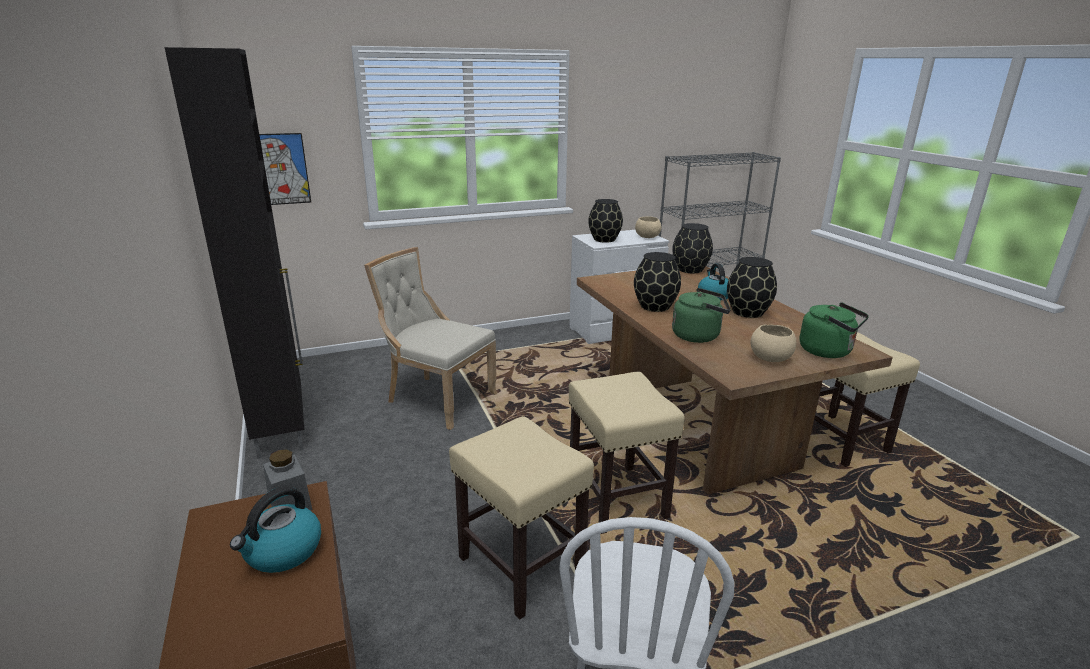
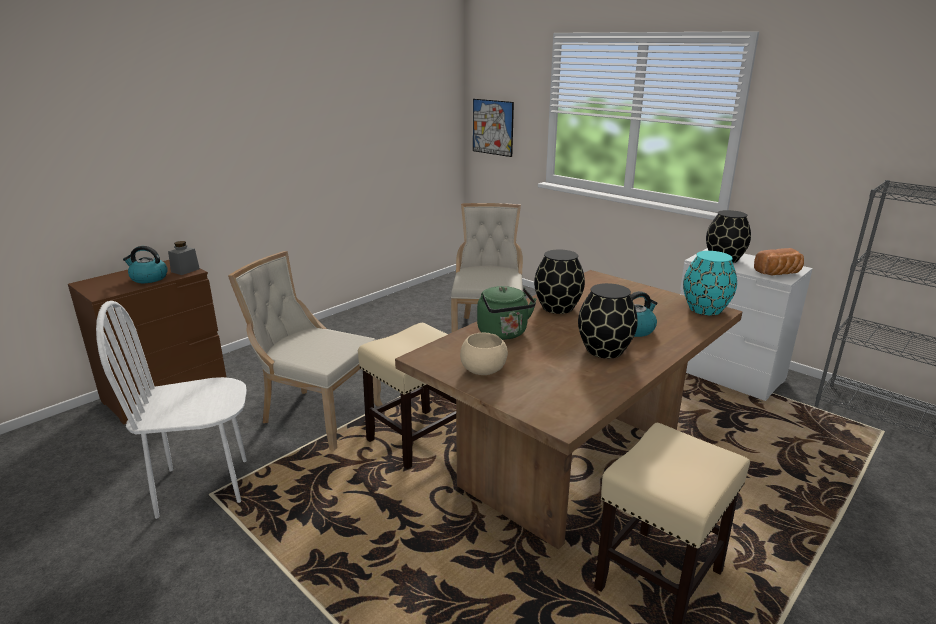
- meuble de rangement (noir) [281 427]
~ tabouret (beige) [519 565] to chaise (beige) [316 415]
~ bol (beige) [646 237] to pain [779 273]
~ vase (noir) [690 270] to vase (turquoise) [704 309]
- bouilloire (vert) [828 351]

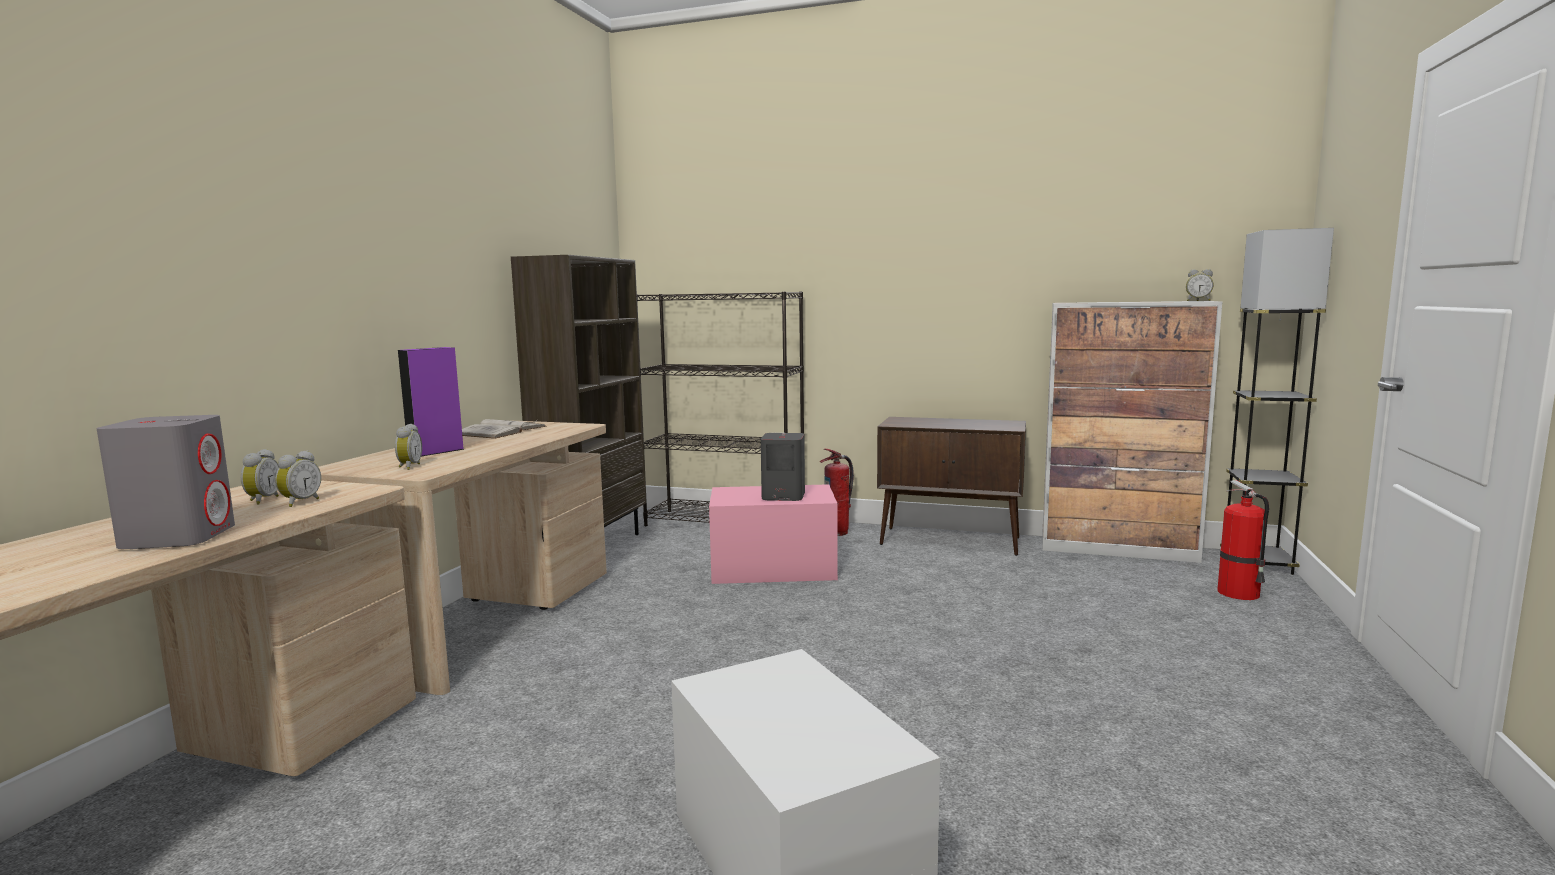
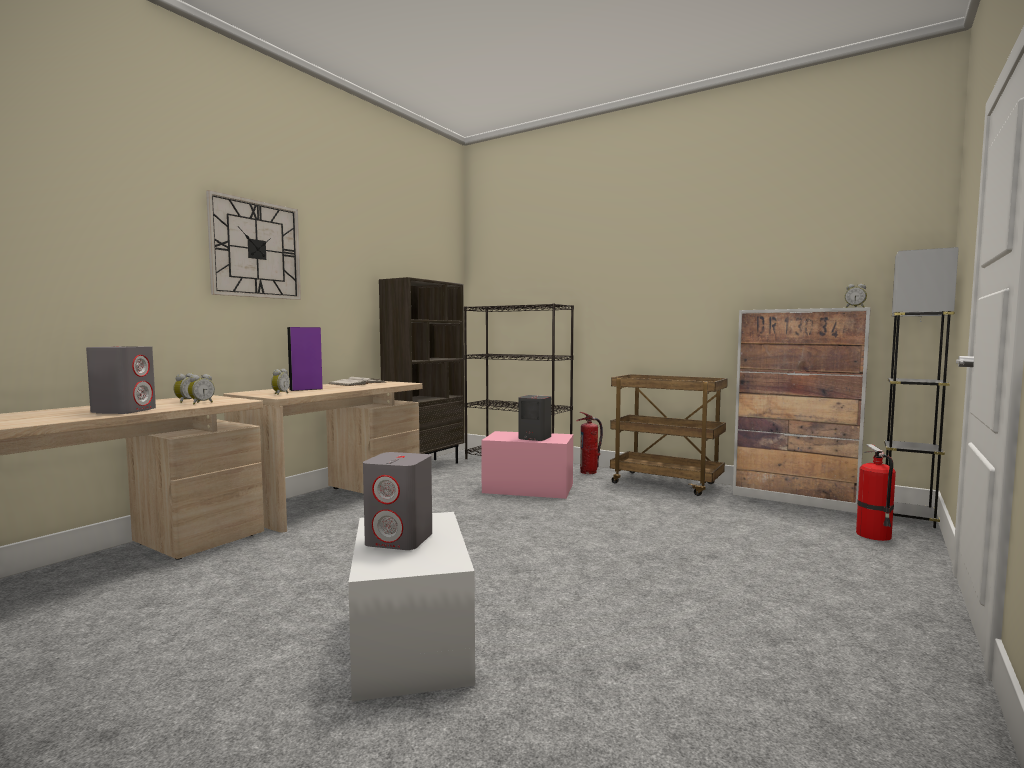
~ meuble de rangement (marron) [951 541] to chariot (marron) [667 483]
+ horloge murale [255 249]
+ enceinte (gris) [400 540]

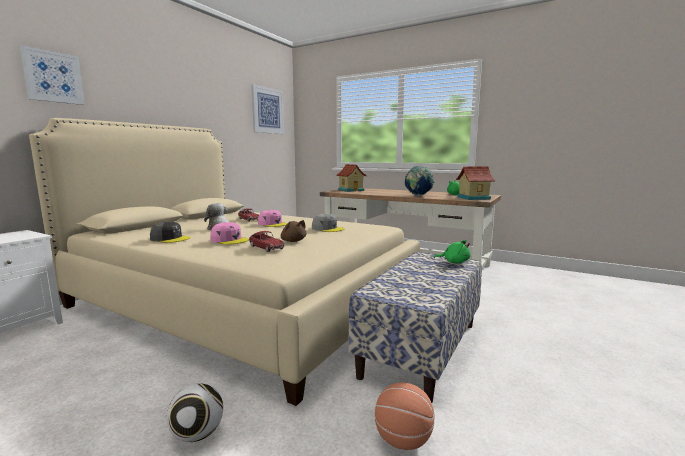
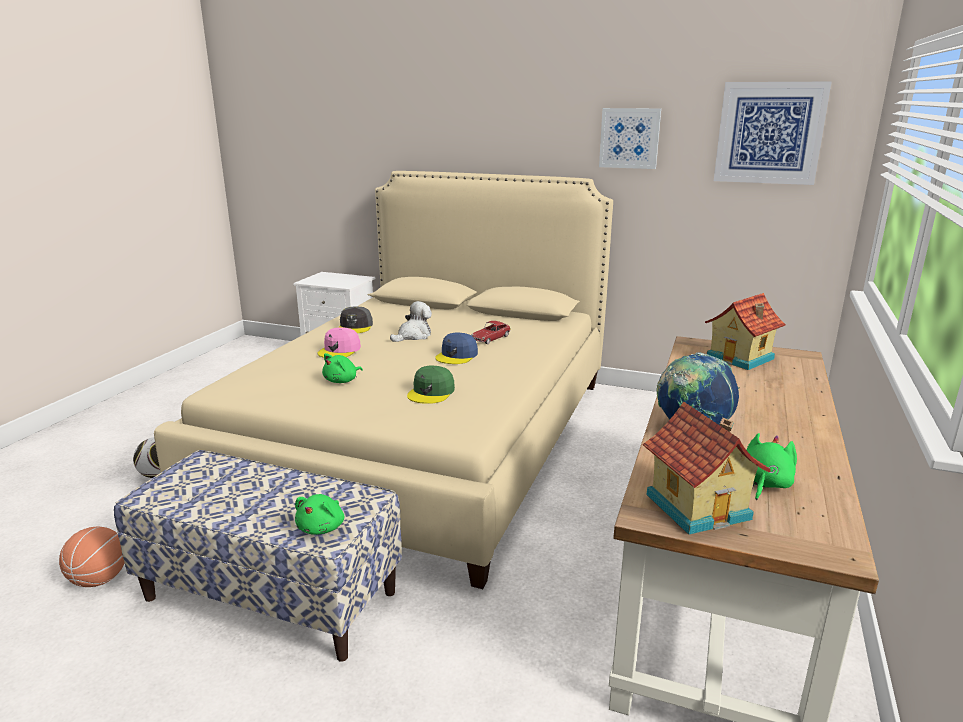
~ tableau [53 77] to [629 138]
- petite voiture [266 247]
~ casquette (rose) [272 224] to casquette (bleu) [457 355]
~ peluche (marron) [293 241] to peluche (vert) [342 381]
~ casquette (gris) [327 229] to casquette (vert) [431 392]

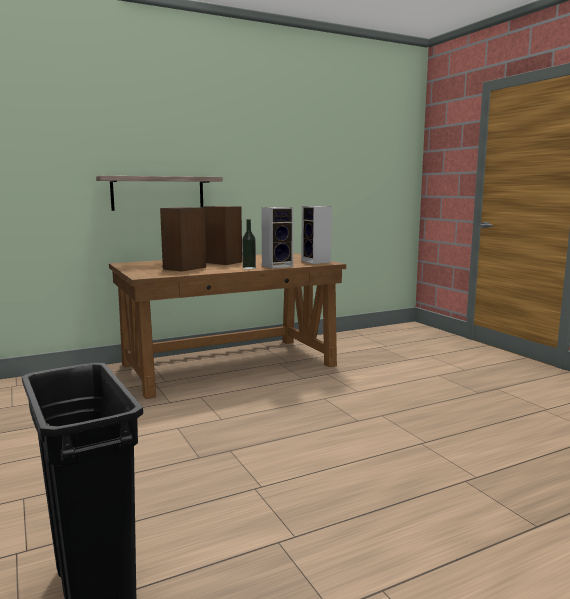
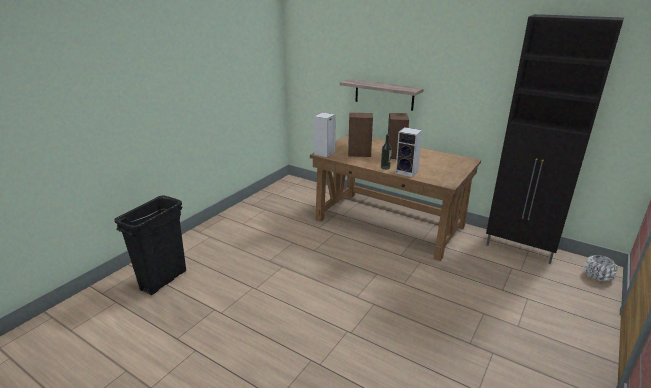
~ enceinte [317 262] to [324 153]
+ meuble de rangement (noir) [520 249]
+ cache-pot (blanc) [597 276]

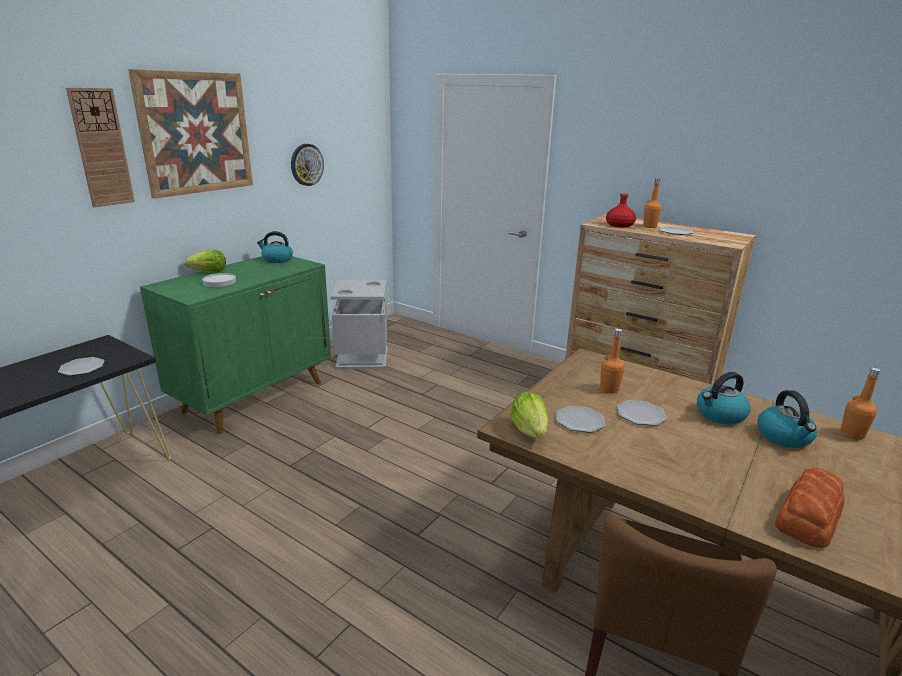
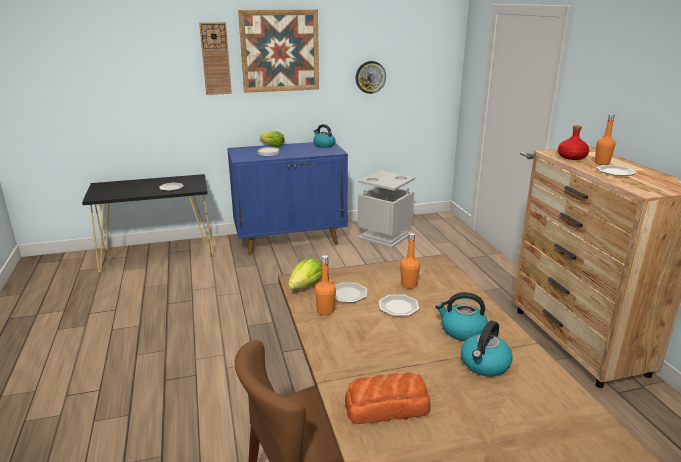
~ meuble de rangement (vert) [255 396] to meuble de rangement (bleu) [291 240]
~ bouteille (orange) [852 434] to [325 311]

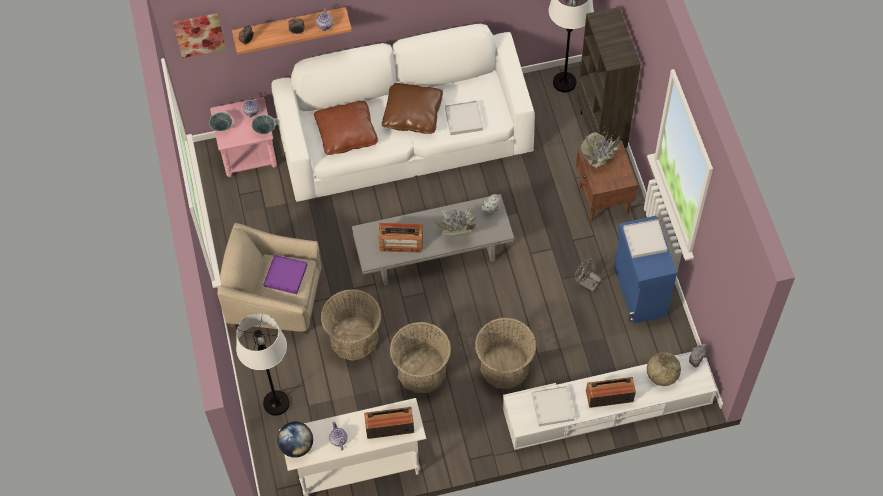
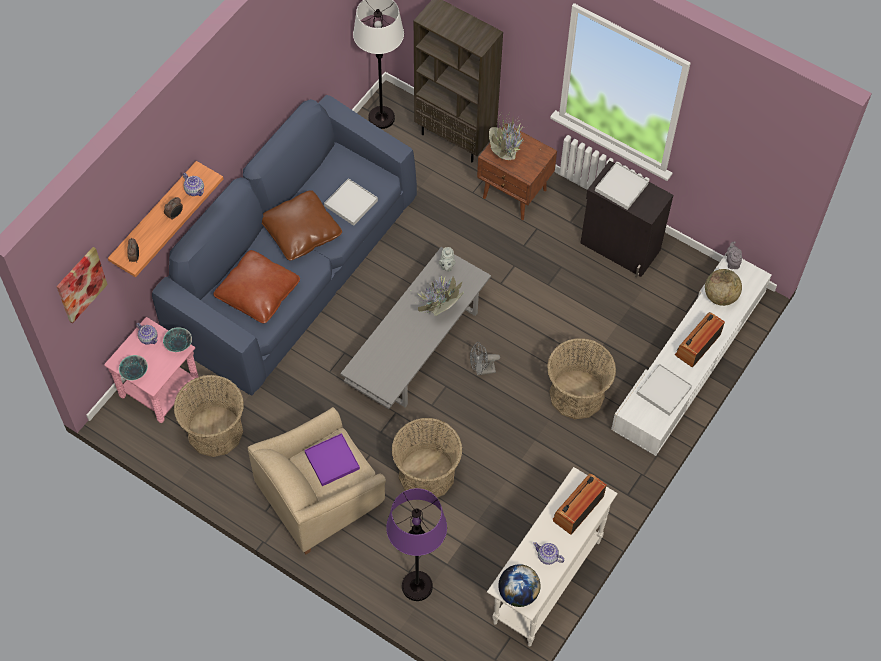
~ lampadaire (blanc) [276 403] to lampadaire (violet) [416 586]
~ canapé (blanc) [405 140] to canapé (bleu) [293 268]
- radio [401 243]
~ panier [421 371] to [215 431]
~ ventilateur (gris) [585 283] to [482 370]
~ meuble de rangement (bleu) [639 292] to meuble de rangement (noir) [620 248]

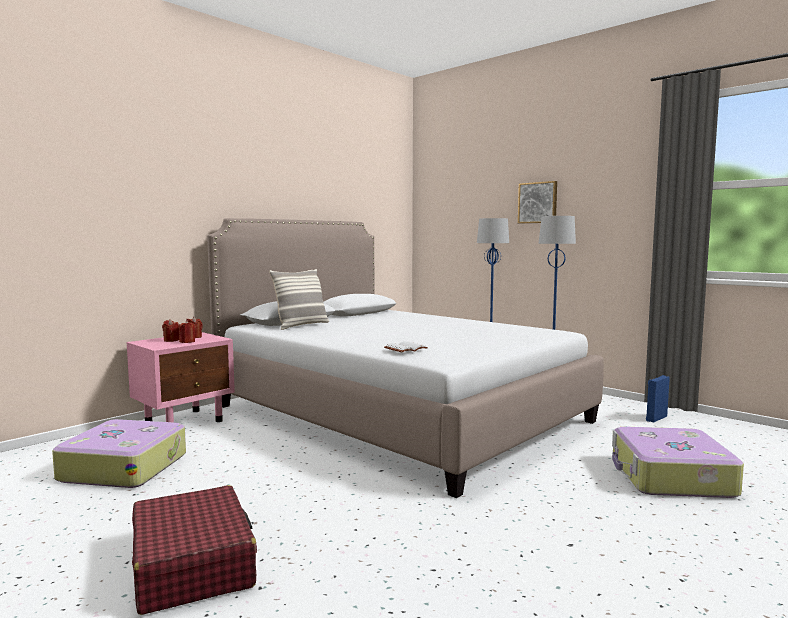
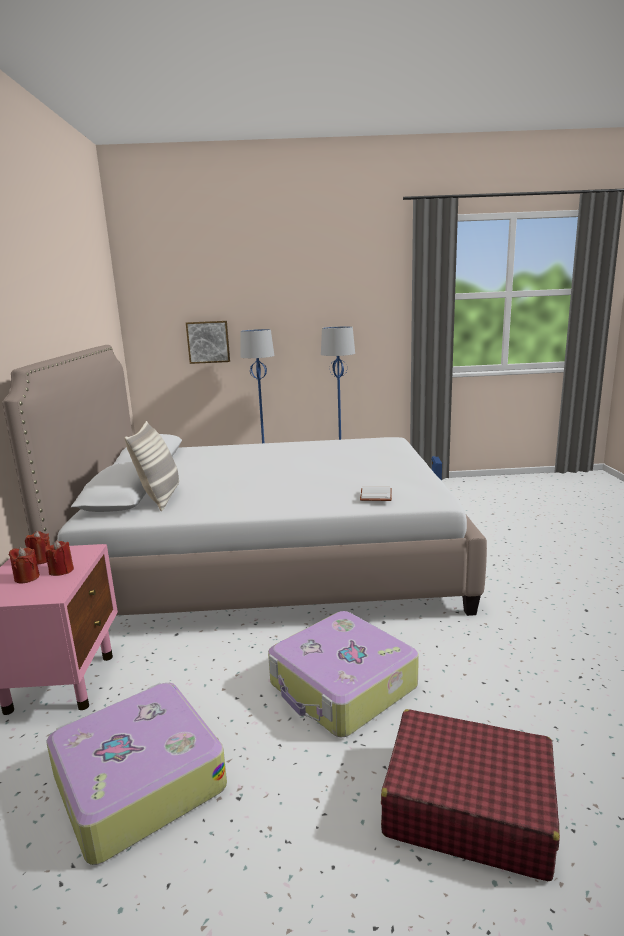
~ tableau [538 202] to [208 342]
~ valise [670 477] to [342 686]

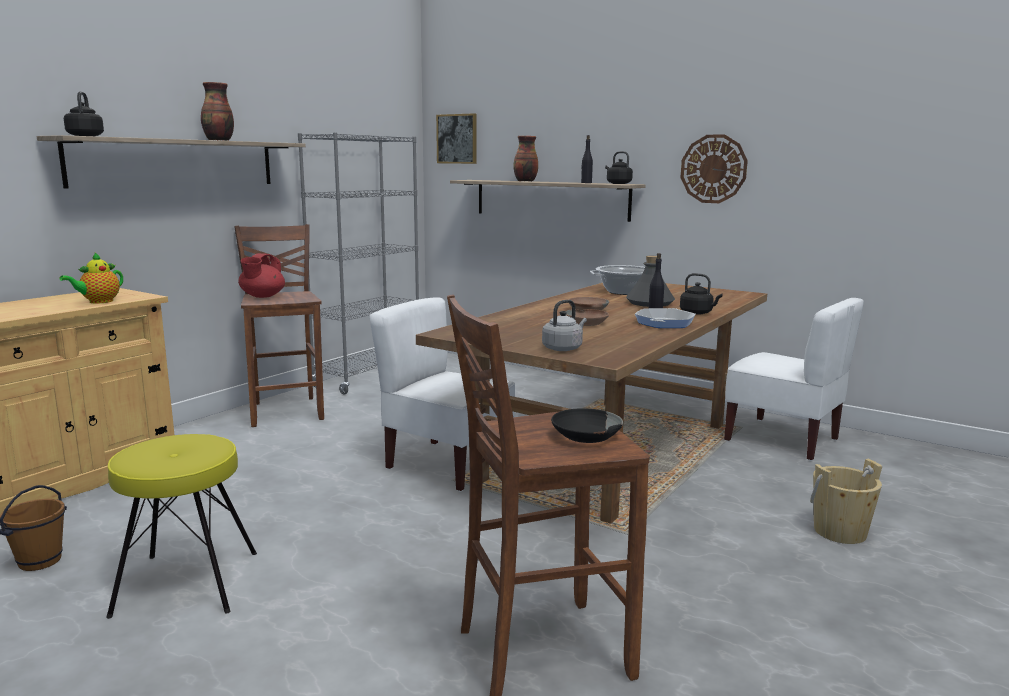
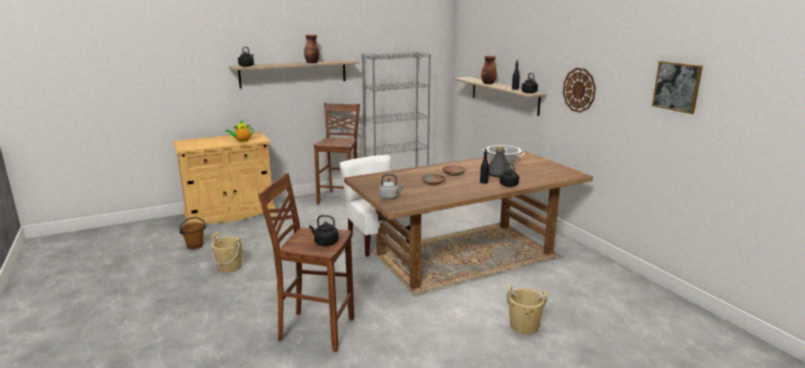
~ tabouret (jaune) [186 582] to seau (beige) [229 267]
- théière (rouge) [262 296]
~ tableau [457 139] to [677 86]
~ bol (noir) [584 436] to bouilloire (noir) [325 242]
- poêle [664 323]
- chaise (blanc) [782 439]

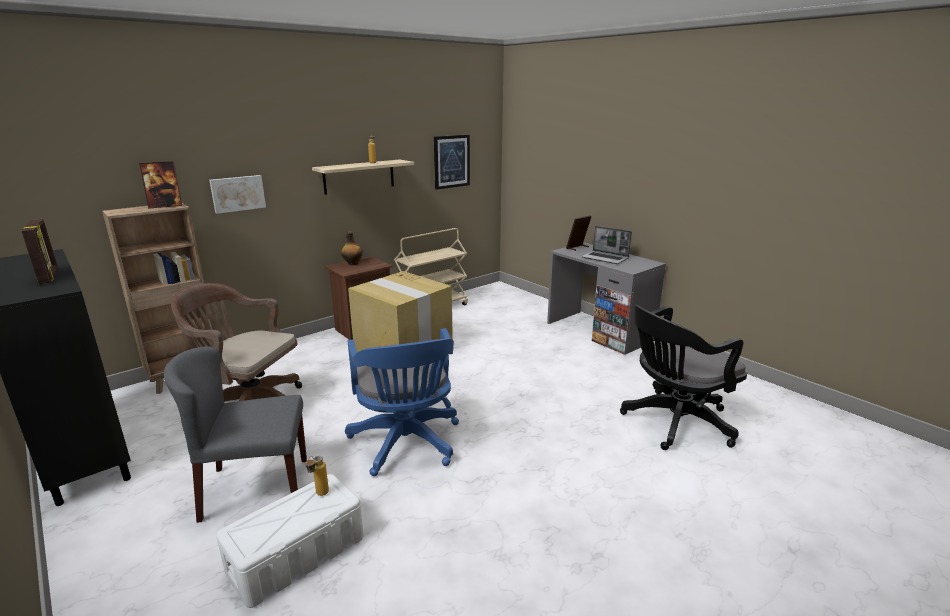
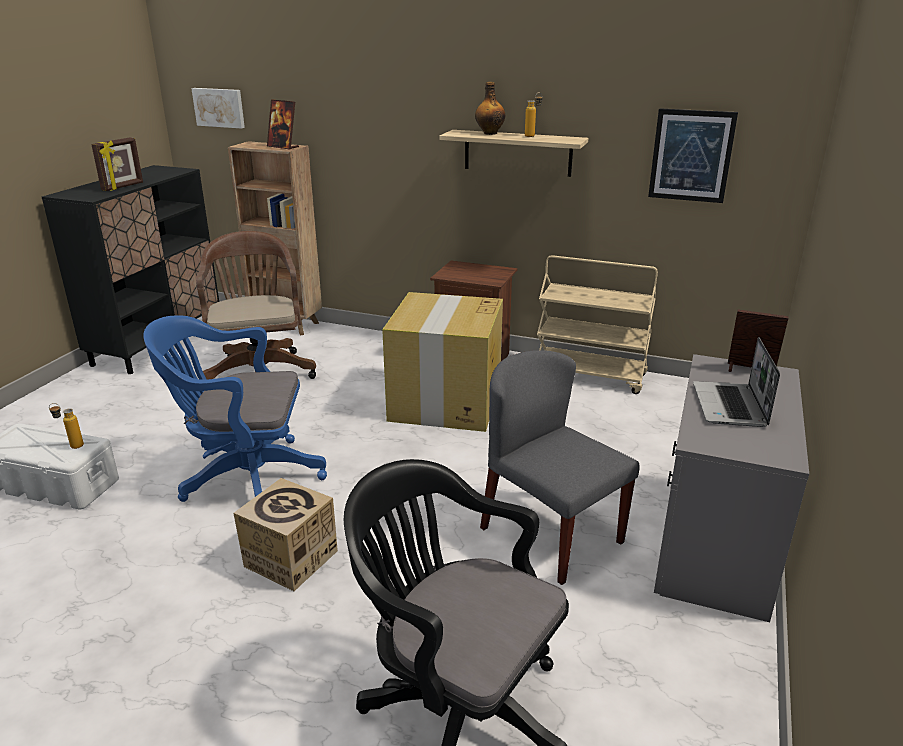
~ chaise (gris) [255 488] to [550 534]
~ tableau [237 193] to [219 107]
~ bouteille [352 263] to [490 133]
~ chaise de bureau (bleu) [406 445] = [245 477] 45 degrees clockwise
+ carton [290 559]

